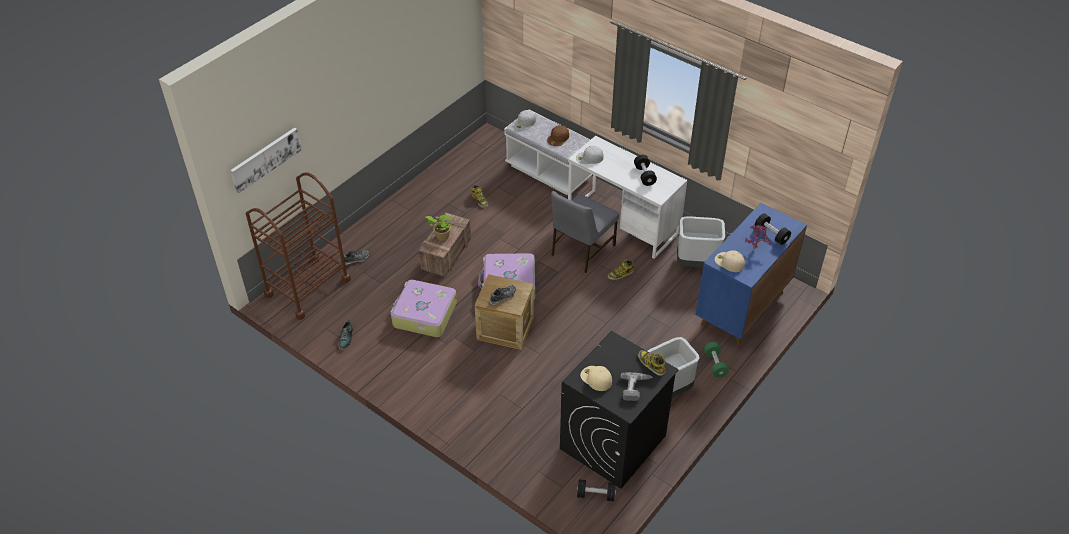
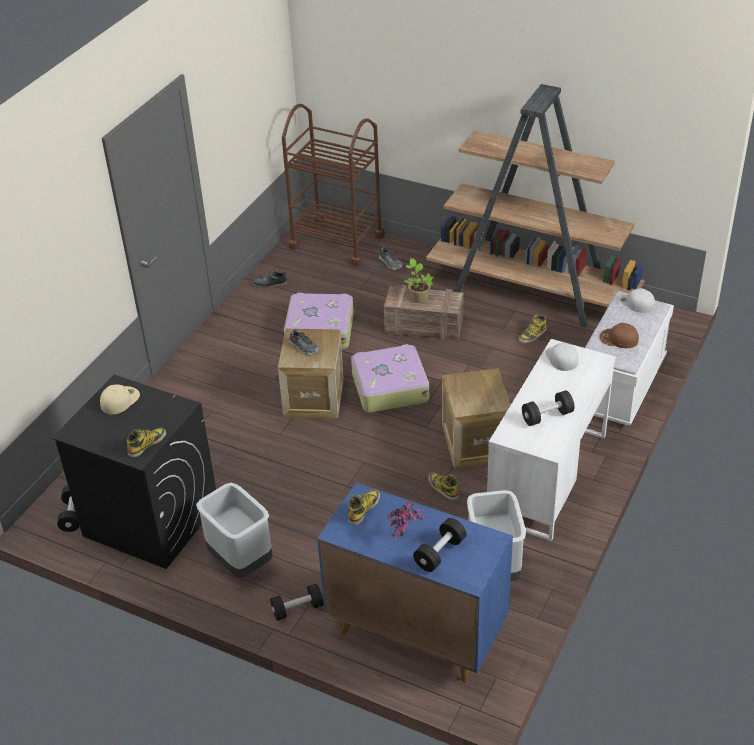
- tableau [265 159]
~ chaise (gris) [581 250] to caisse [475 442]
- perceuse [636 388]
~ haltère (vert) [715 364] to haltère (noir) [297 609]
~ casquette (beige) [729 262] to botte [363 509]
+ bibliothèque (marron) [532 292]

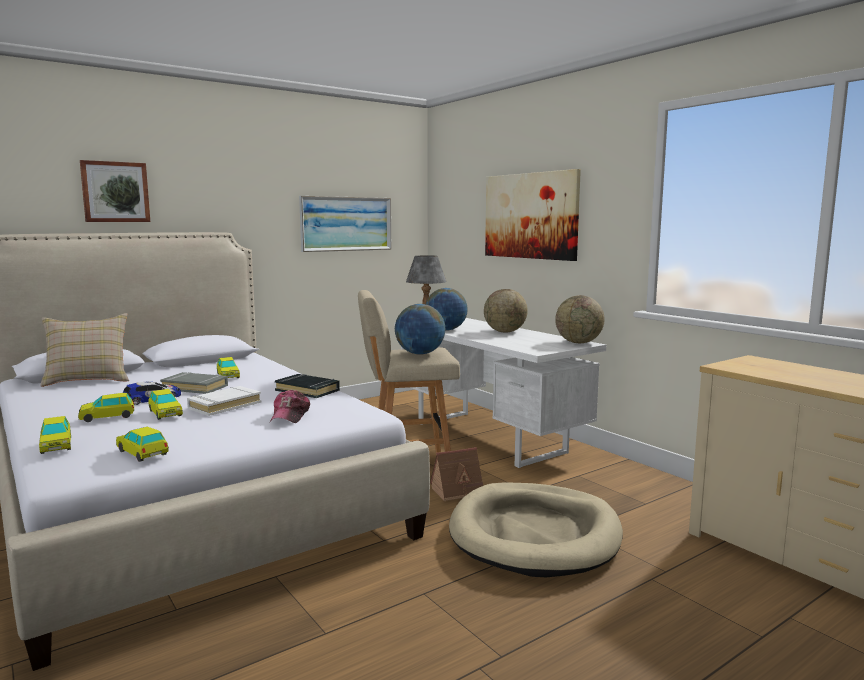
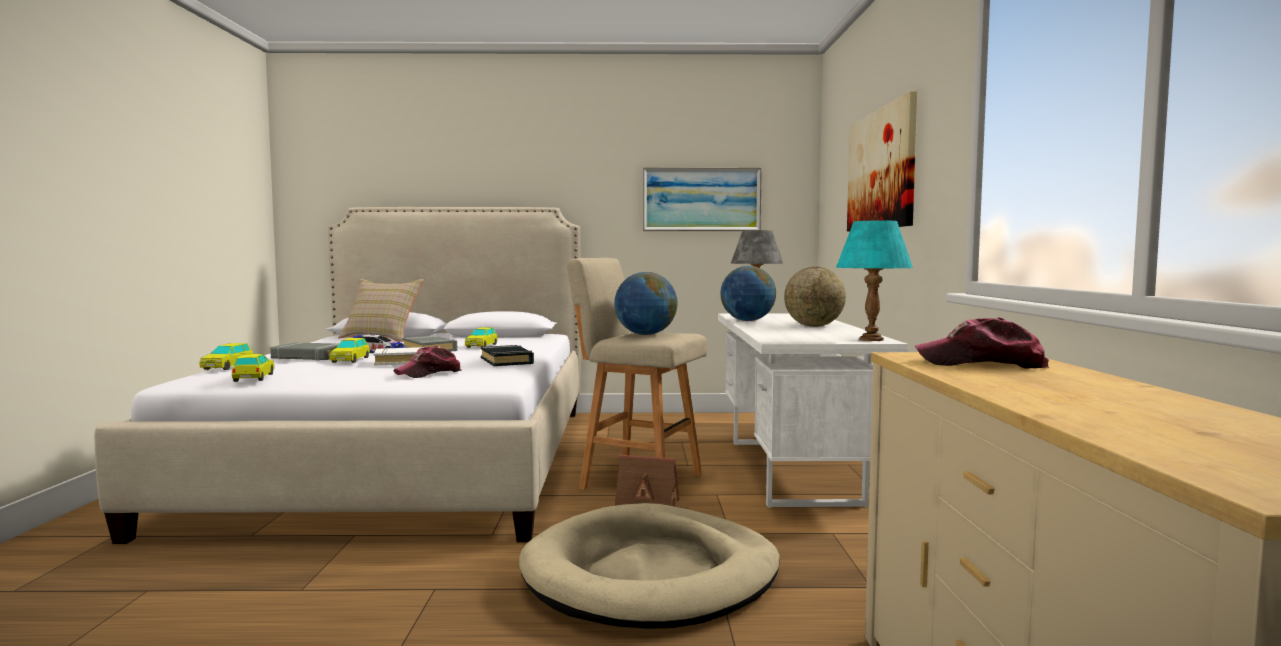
~ petite voiture [107 417] to livre (gris) [309 357]
- tableau [115 192]
~ globe [578 342] to lampe de table (turquoise) [872 339]
+ casquette [981 364]

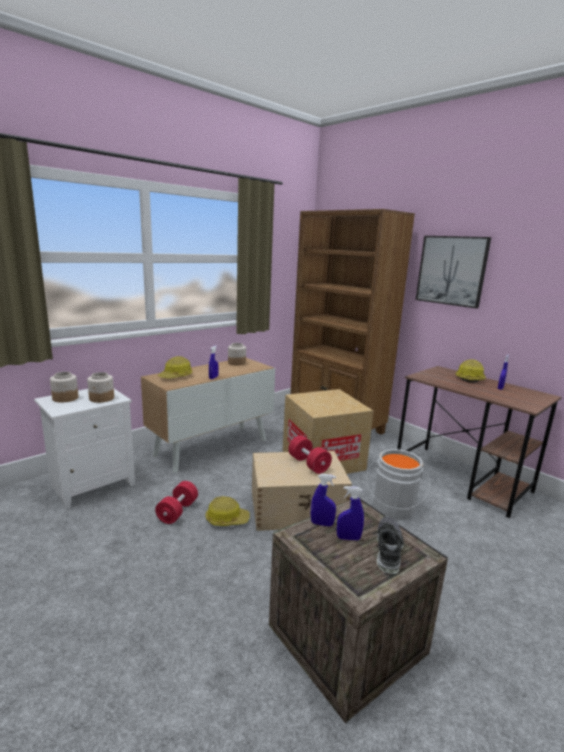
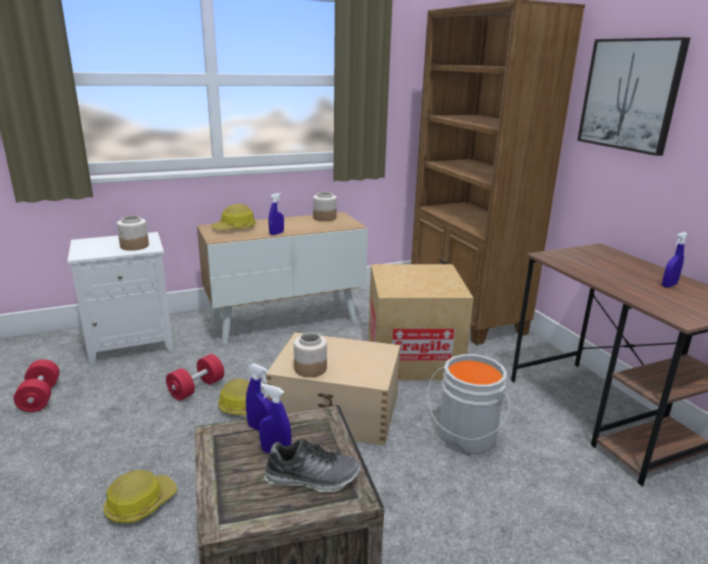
~ bocal [65 398] to [310 368]
~ haltère (rouge) [308 464] to [40 397]
~ chaussure [388 549] = [312 478] 60 degrees clockwise
~ casque de chantier [469 378] to [140 503]

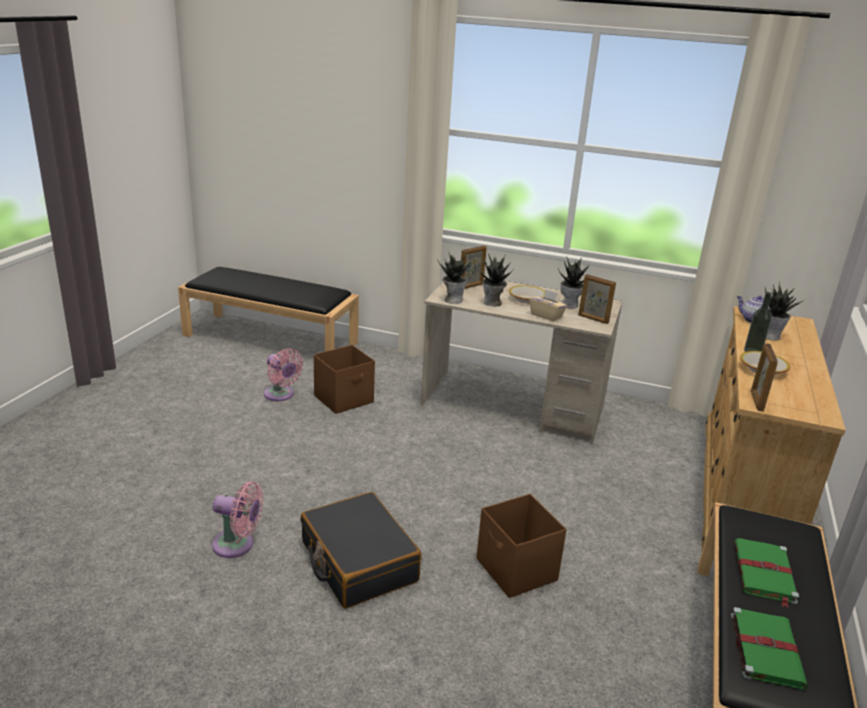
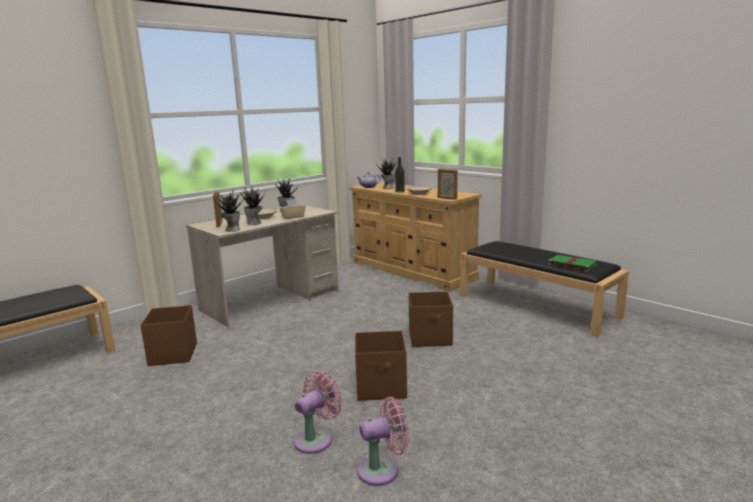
~ ventilateur (rose) [281 395] to [383 470]
~ valise (noir) [358 562] to boîte de rangement (marron) [382 387]
- cadre photo [593 319]
- livre (vert) [764 574]

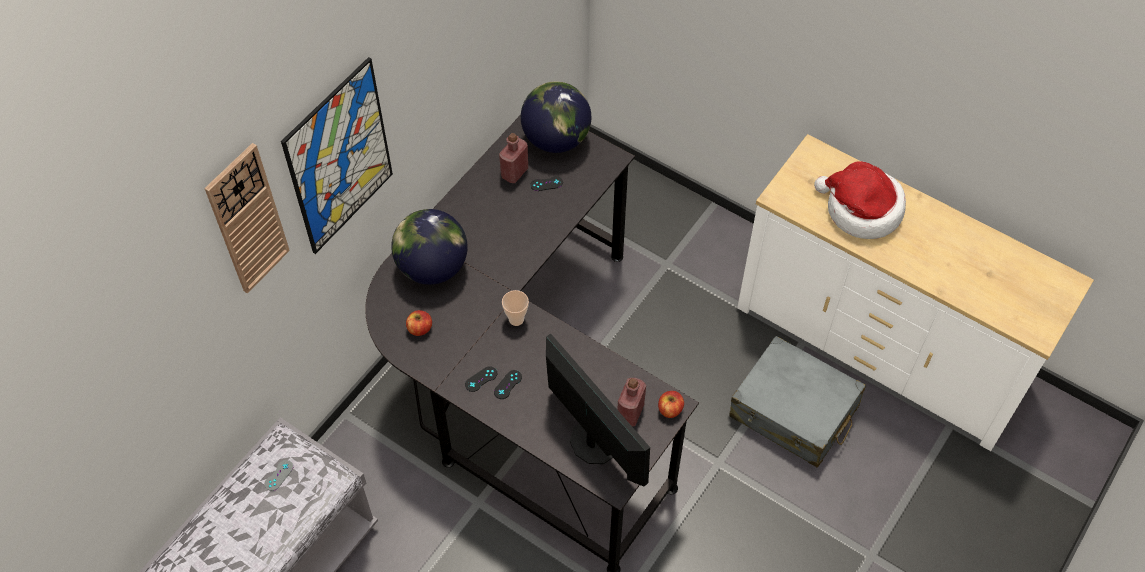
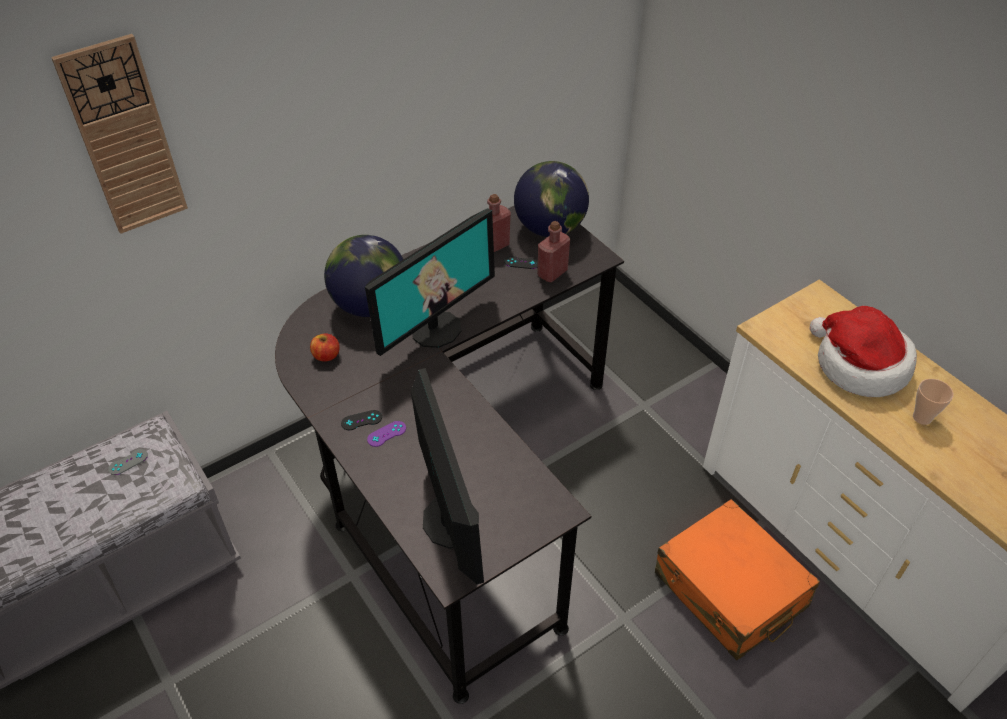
- tableau [339 158]
~ manette (noir) [508 384] to manette (violet) [386 434]
~ tasse [516 319] to [922 417]
~ bouteille (rouge) [630 413] to [552 273]
- pomme [670 409]
~ valise (gris) [794 411] to valise (orange) [729 590]
+ écran d'ordinateur [435 329]

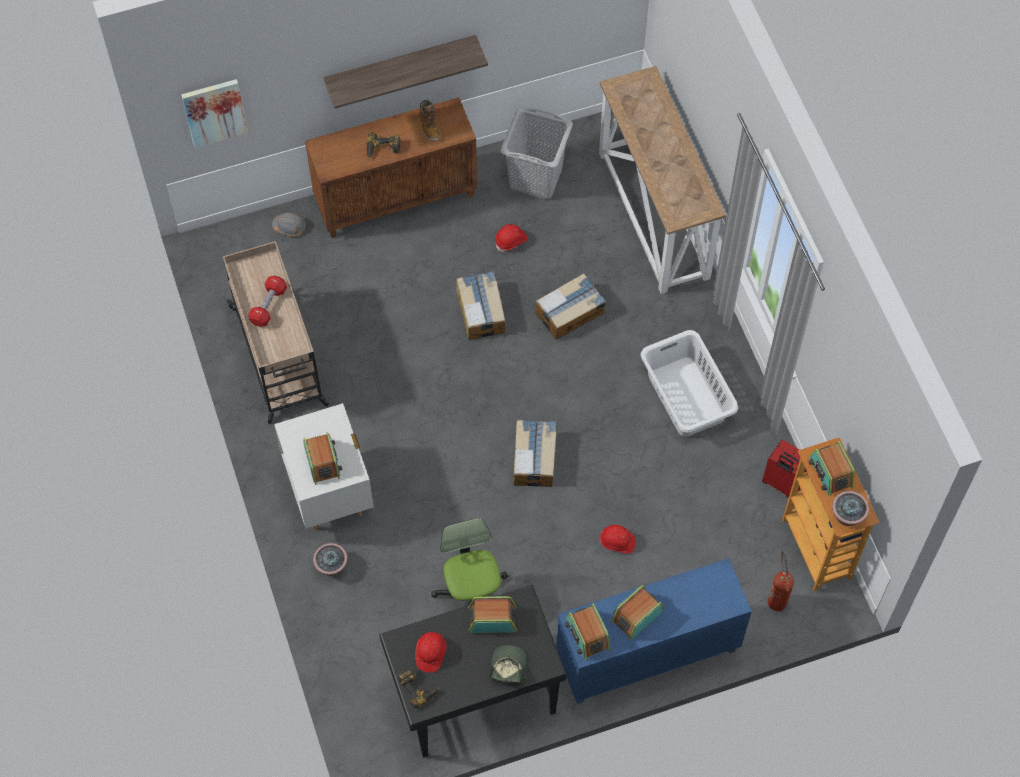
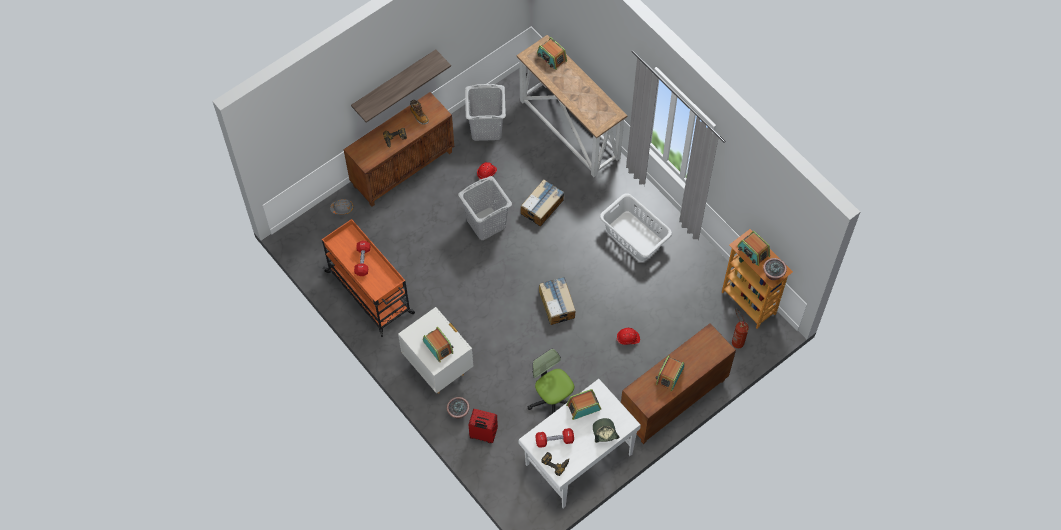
- tableau [214 112]
~ chariot (beige) [279 357] to chariot (orange) [370 293]
~ bureau (noir) [473 692] to bureau (blanc) [577 459]
~ casque de chantier (rouge) [430 653] to haltère (rouge) [554 440]
~ carton [481 311] to panier à linge (gris) [486 223]
~ meuble de rangement (bleu) [646 656] to meuble de rangement (marron) [673 401]
~ radio [587 634] to [551 57]
~ valise (rouge) [782 483] to [483 434]

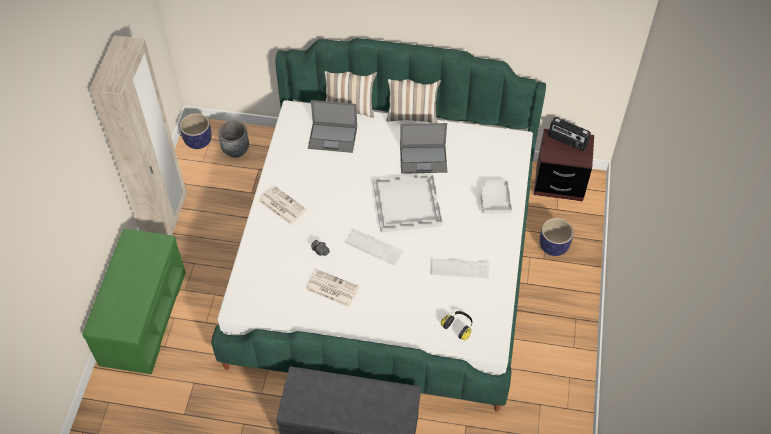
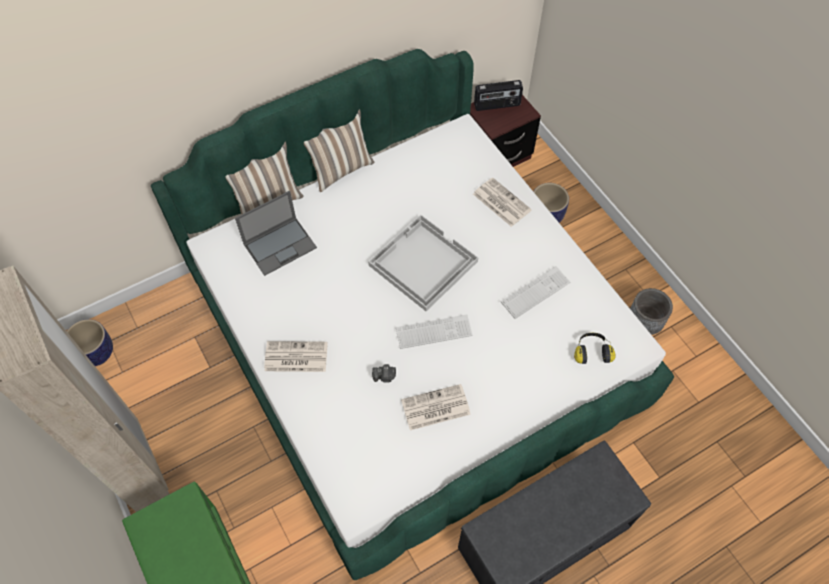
~ cache-pot (gris) [236 150] to [643 323]
- ordinateur portable [424 159]
~ plateau (gris) [494 200] to journal [500 202]

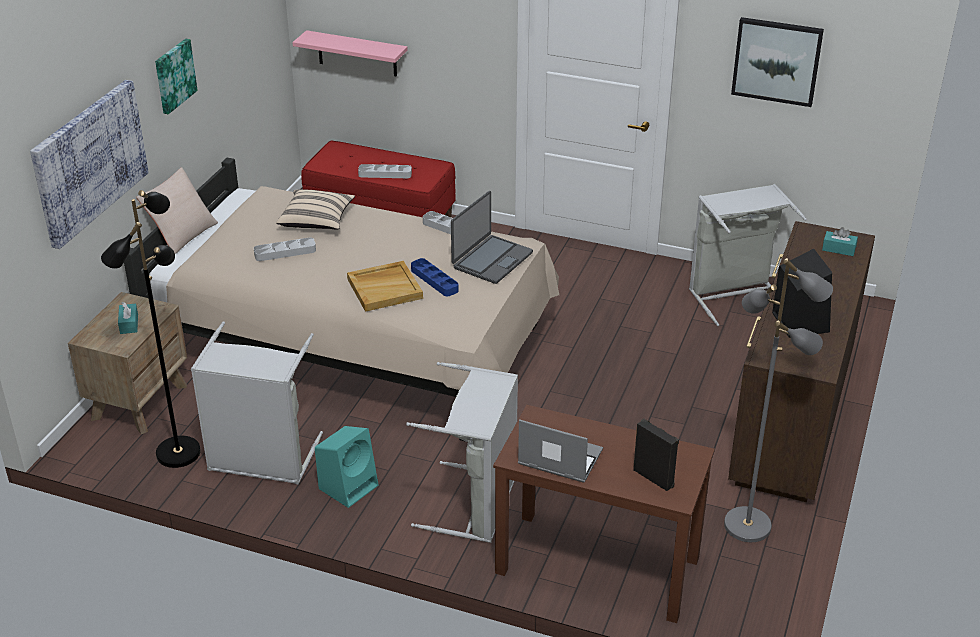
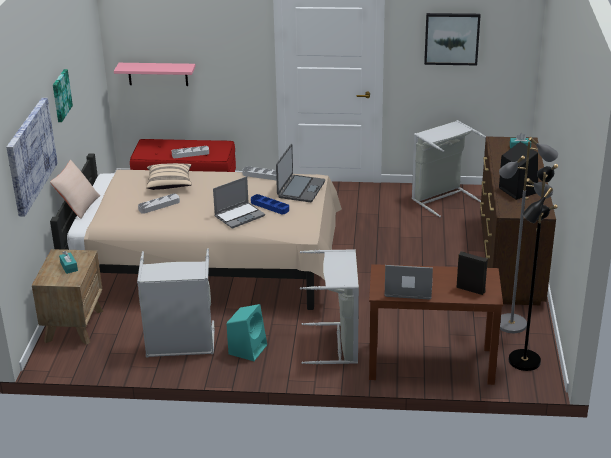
~ lampadaire (noir) [177 452] to [523 360]
~ plateau (beige) [385 288] to ordinateur portable [240 216]

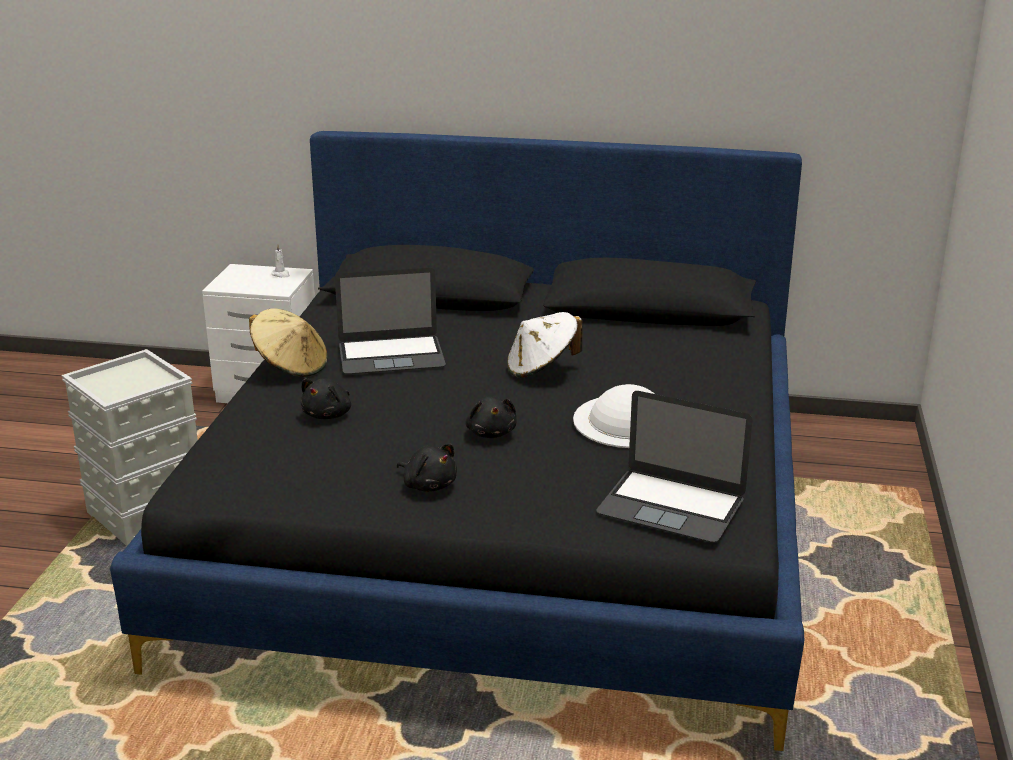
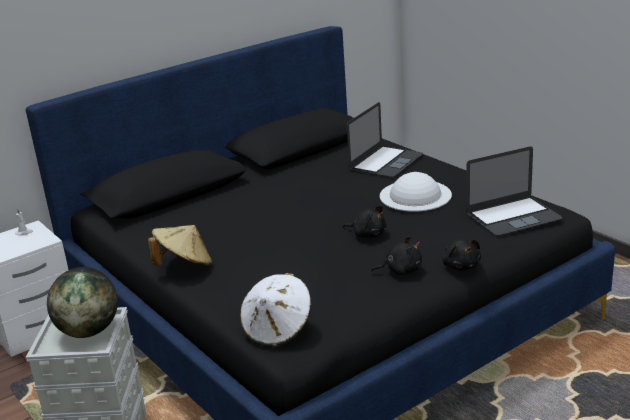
~ peluche (noir) [328 415] to [461 266]
~ ordinateur portable [391 355] to [386 162]
~ chapeau (blanc) [542 368] to [278 330]
+ globe [89 331]

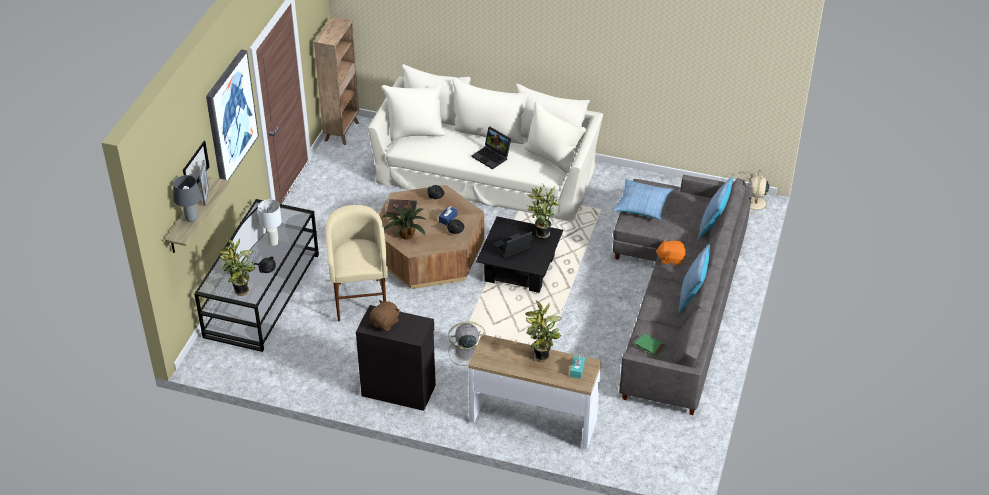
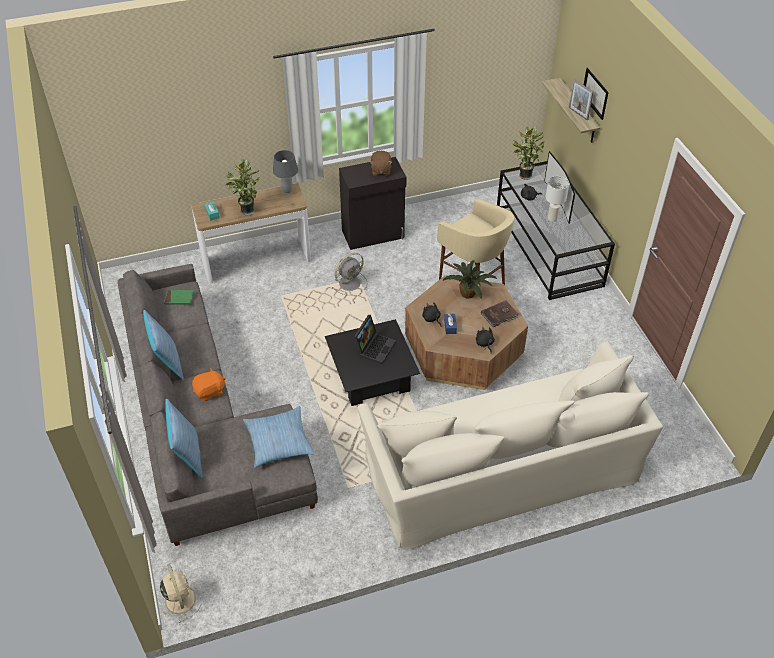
~ lampe de table (gris) [191 218] to [287 190]
- tableau [230 116]
- bibliothèque (marron) [342 131]
- ordinateur portable [492 157]
- plante en pot [541 234]

